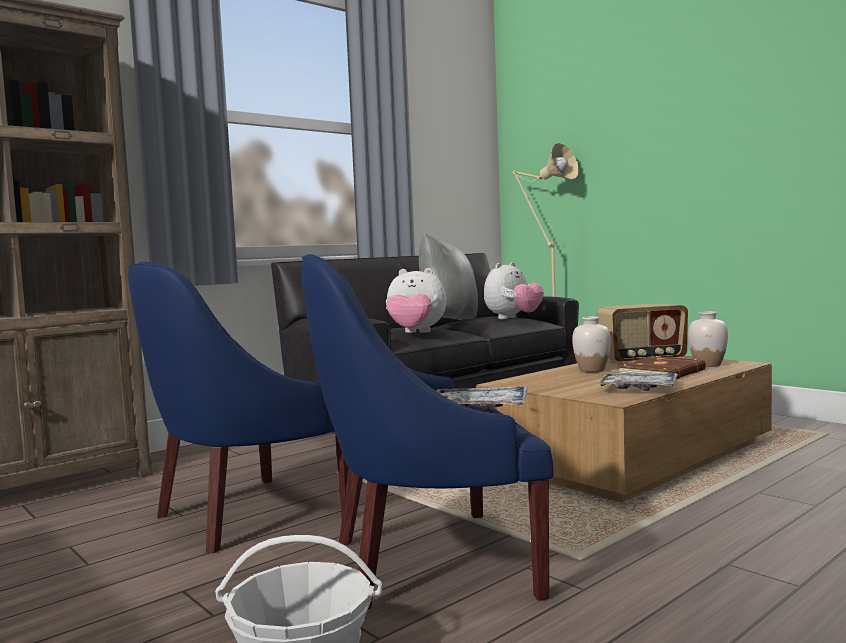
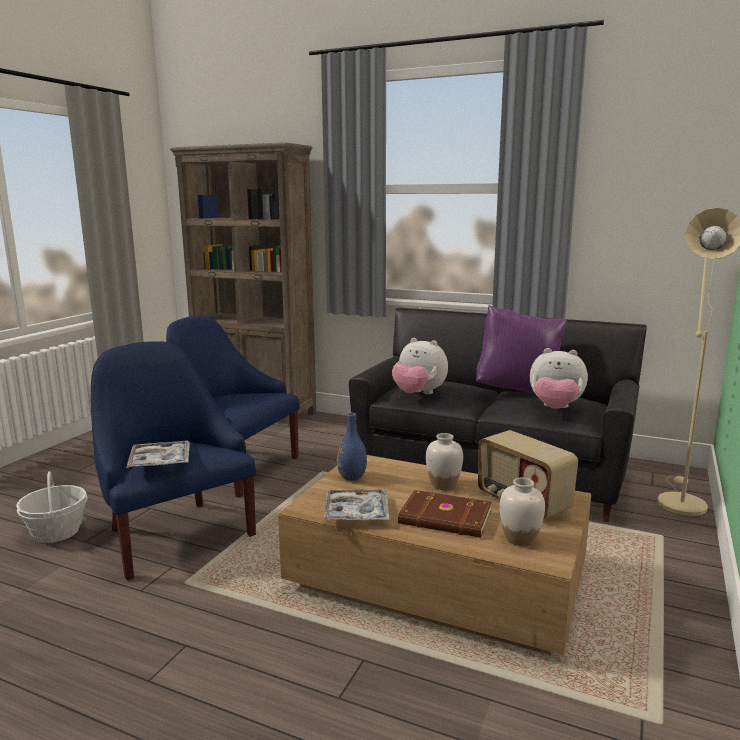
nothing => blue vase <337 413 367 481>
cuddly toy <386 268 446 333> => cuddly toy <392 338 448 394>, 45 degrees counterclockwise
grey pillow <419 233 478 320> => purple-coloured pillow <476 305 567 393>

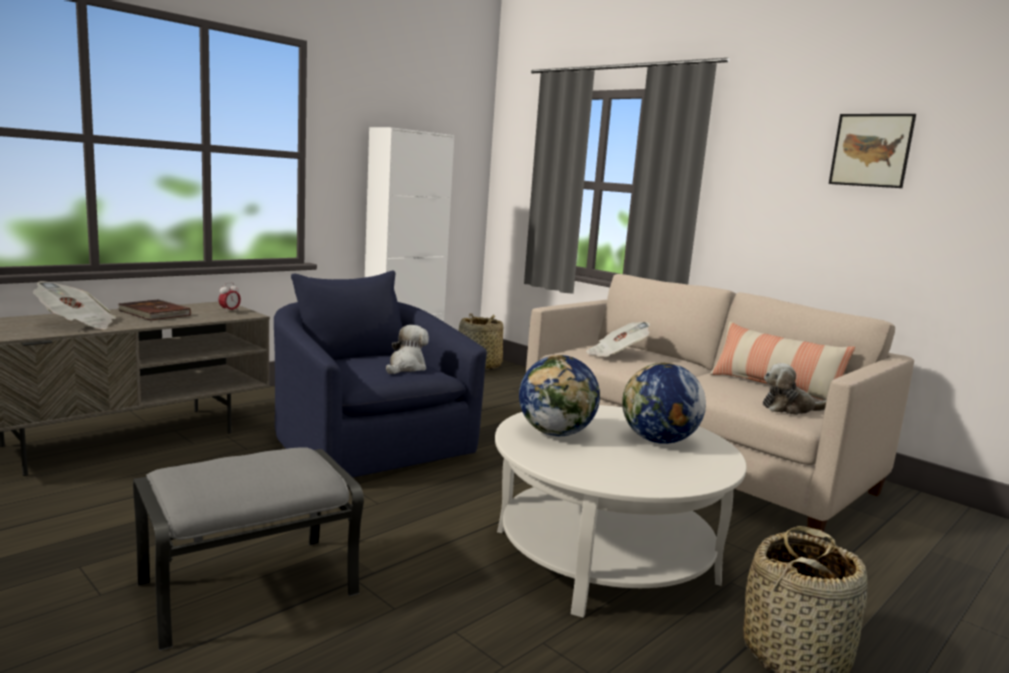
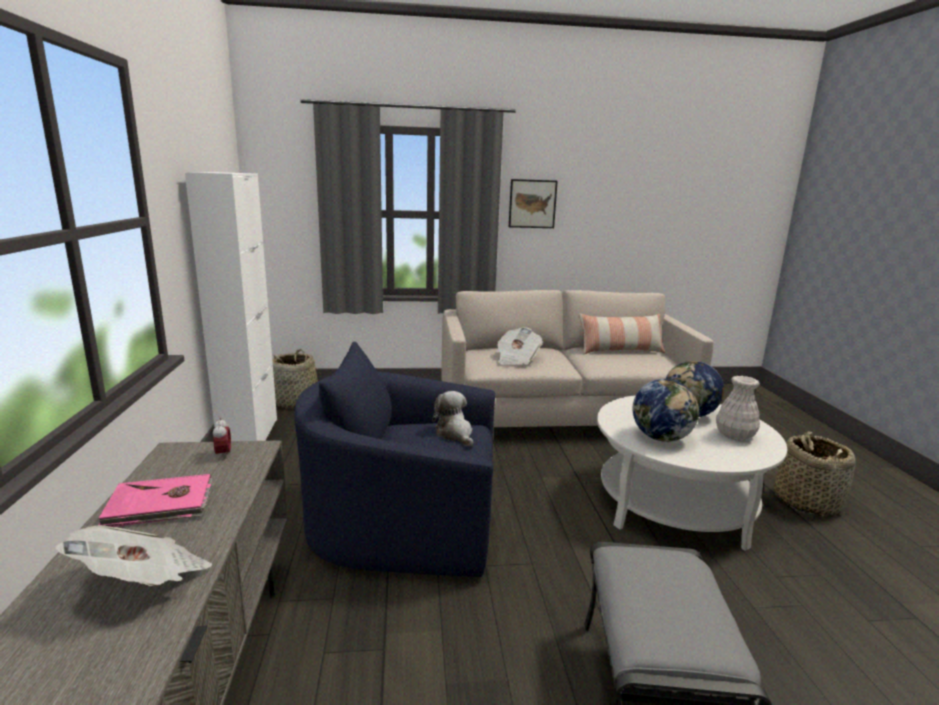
brownish bound book <118 299 191 320> => pink bound book <99 474 214 527>
wall picture <829 114 916 188> => wall picture <509 179 558 228>, moved
nothing => whitish vase <716 376 760 441>
cuddly toy <763 363 827 415> => nothing

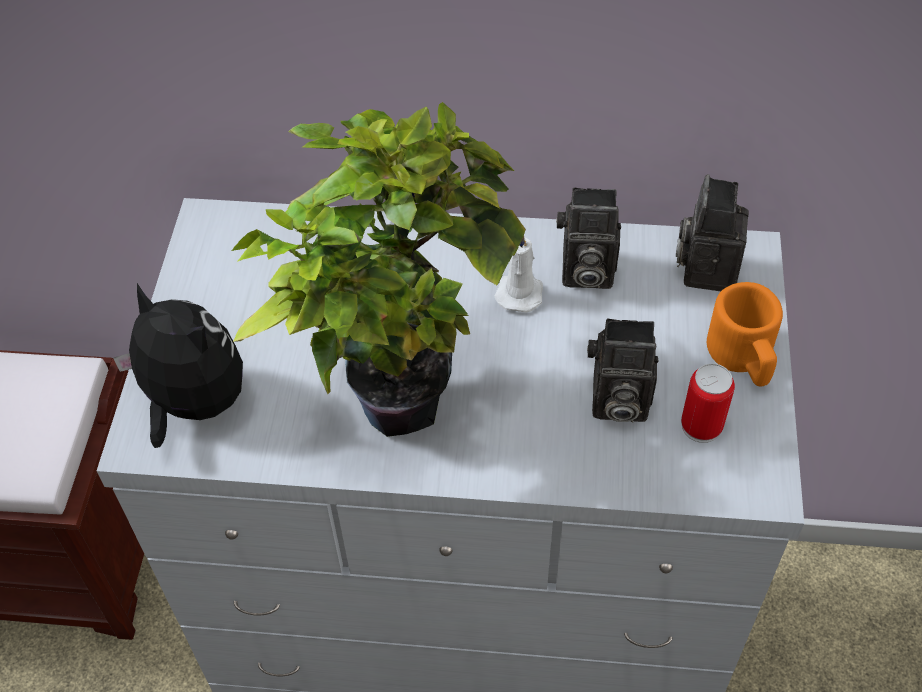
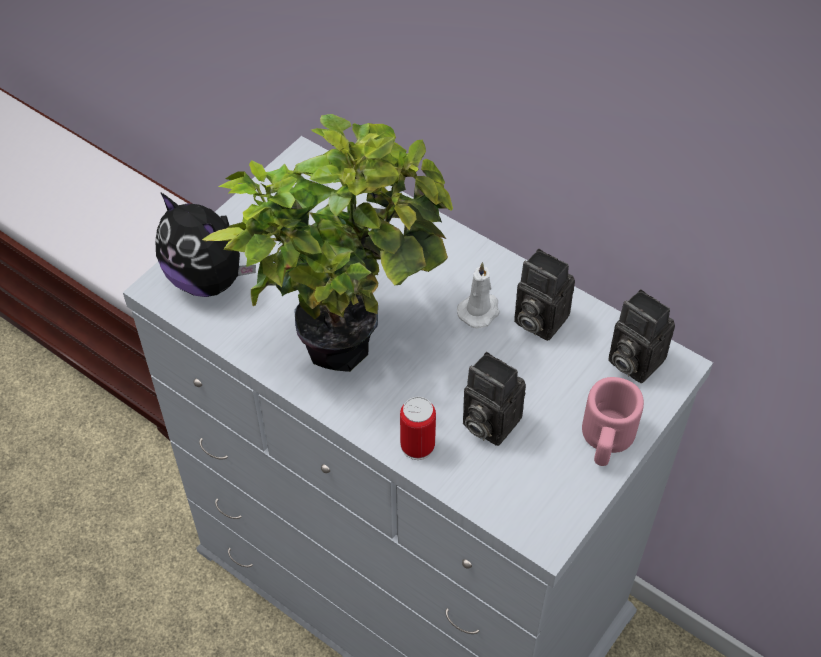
cuddly toy <113 283 243 448> => cuddly toy <155 192 256 297>, 150 degrees clockwise
sealed can <681 363 735 443> => sealed can <400 397 436 460>, moved
orange tea mug <707 282 783 387> => pink tea mug <582 377 644 466>
photo camera <676 174 749 291> => photo camera <608 289 675 383>, 90 degrees counterclockwise

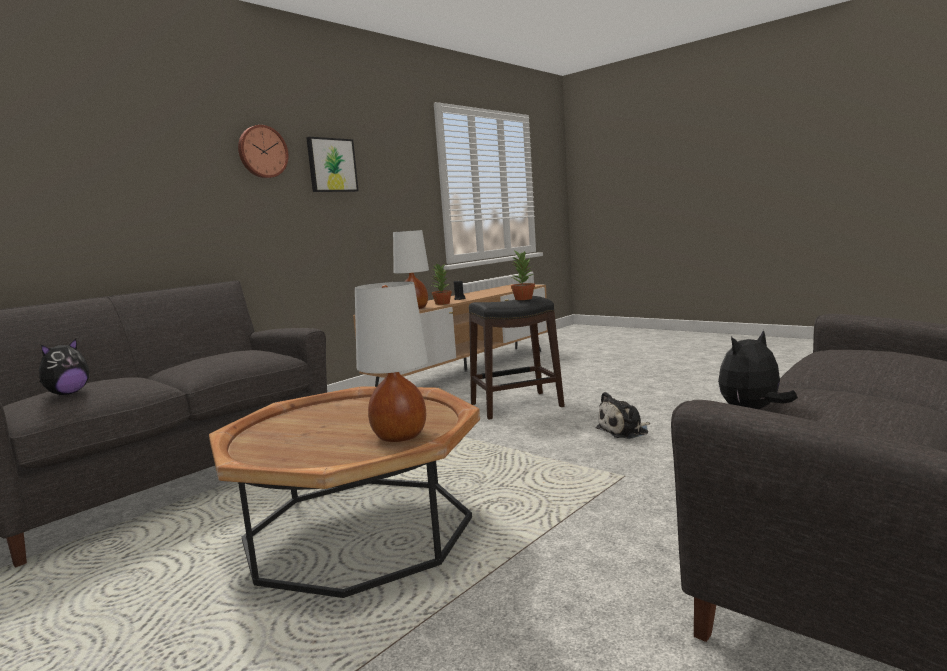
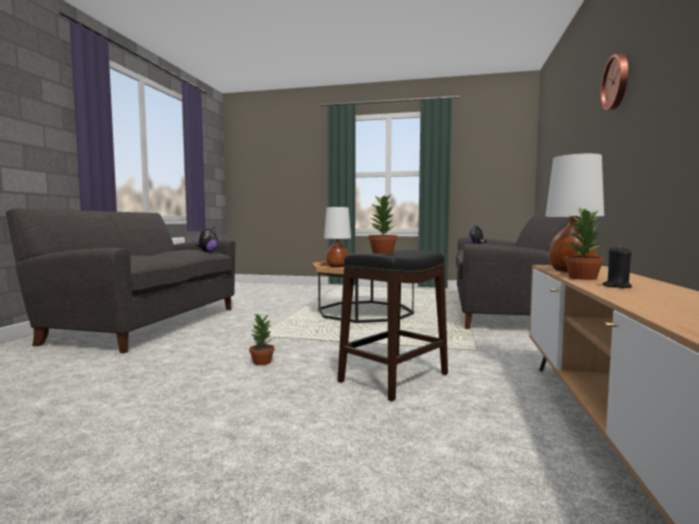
cuddly toy <596 392 650 439> => plant in a pot <249 313 275 365>
wall picture <306 137 359 192> => nothing

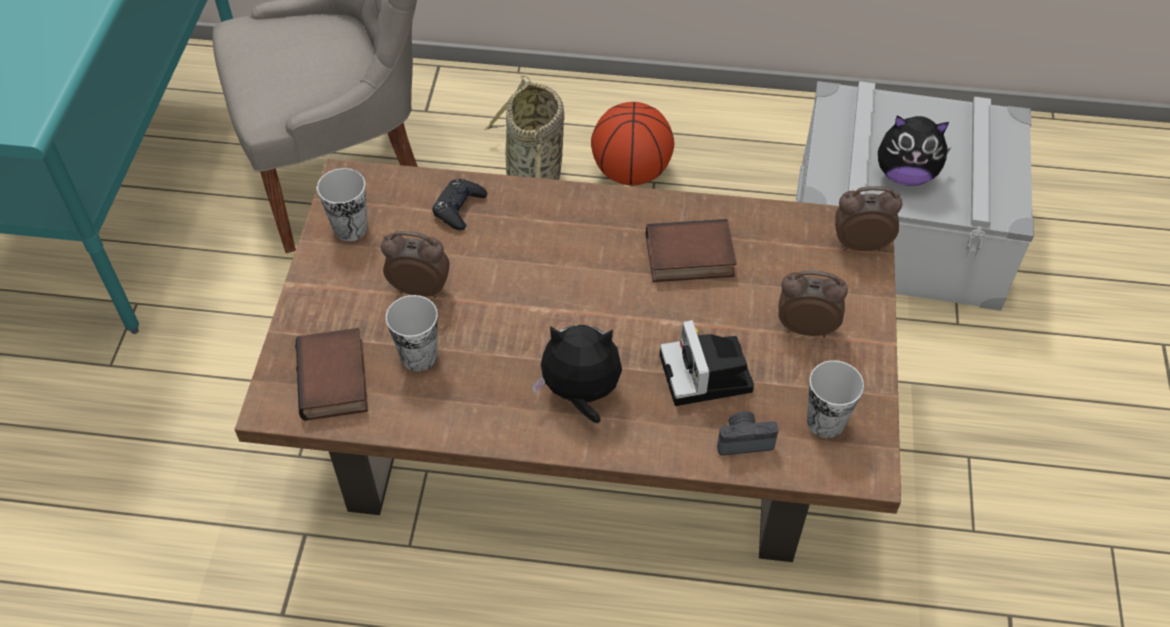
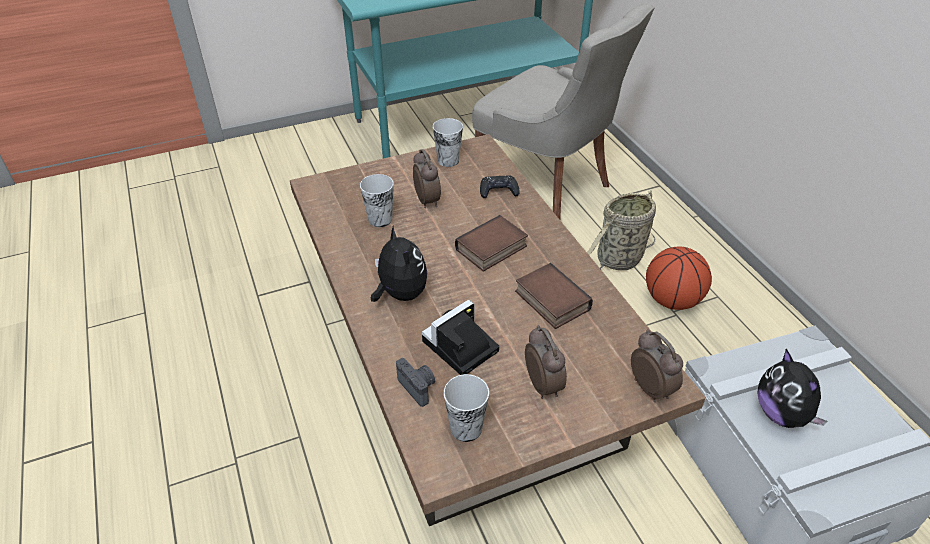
bound book <295 328 368 421> => bound book <455 215 528 271>, moved

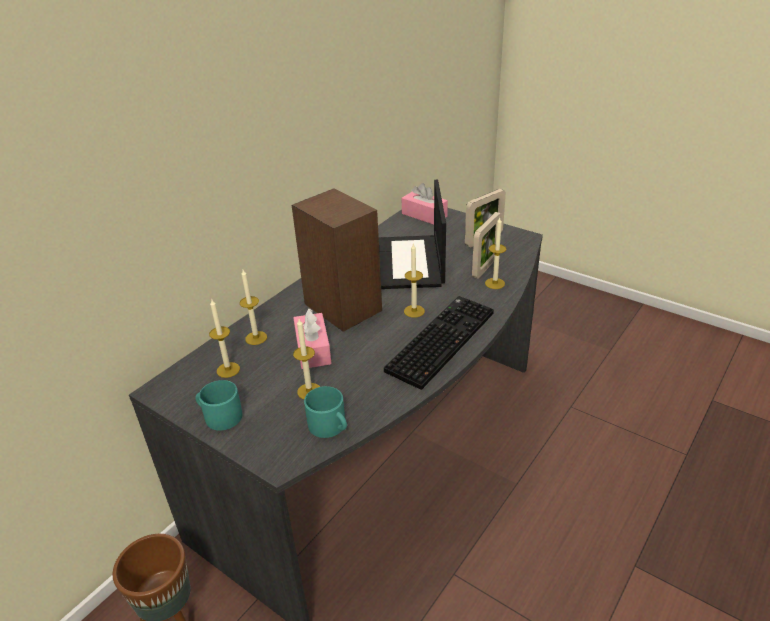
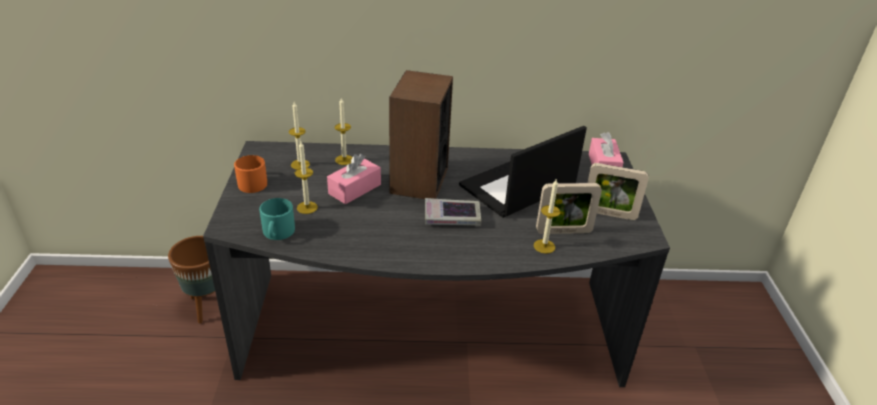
turquoise-coloured tea mug <195 380 242 431> => orange tea mug <234 155 267 193>
candle <404 244 425 318> => bound book <425 198 481 226>
keyboard <384 296 494 390> => nothing

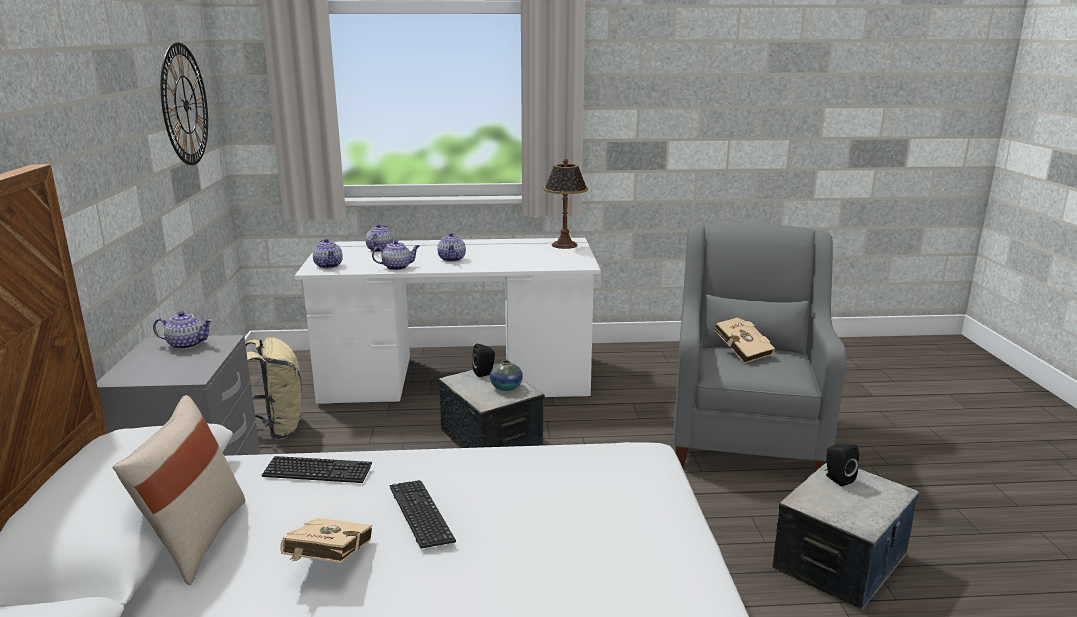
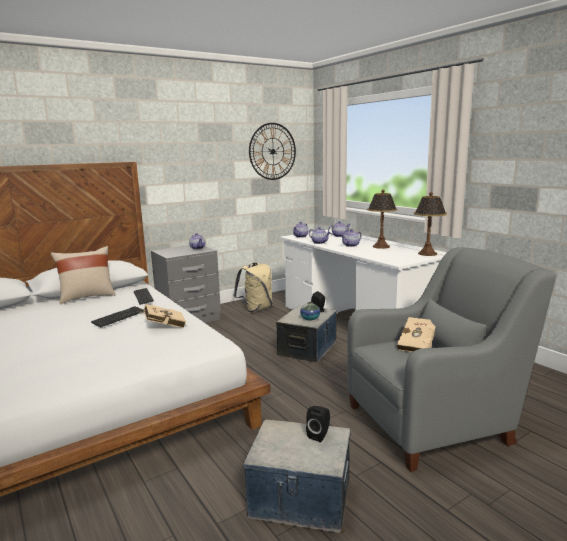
sand-coloured bound book <280 518 372 563> => sand-coloured bound book <139 304 186 328>, moved
nothing => tabletop lamp <367 190 397 249>

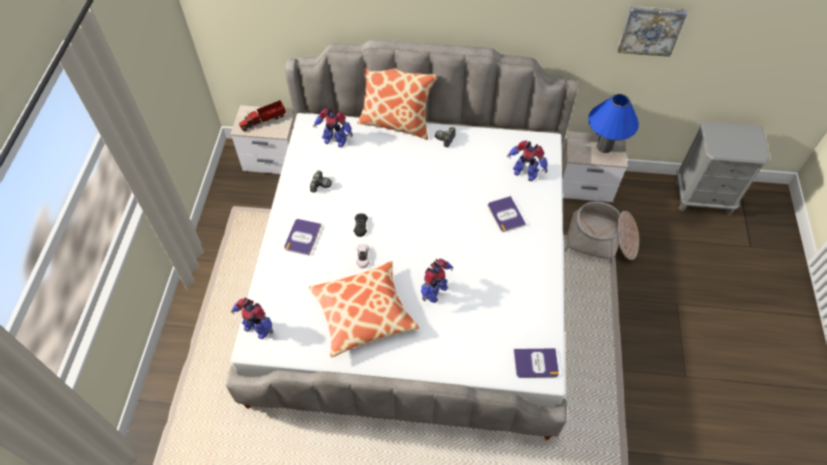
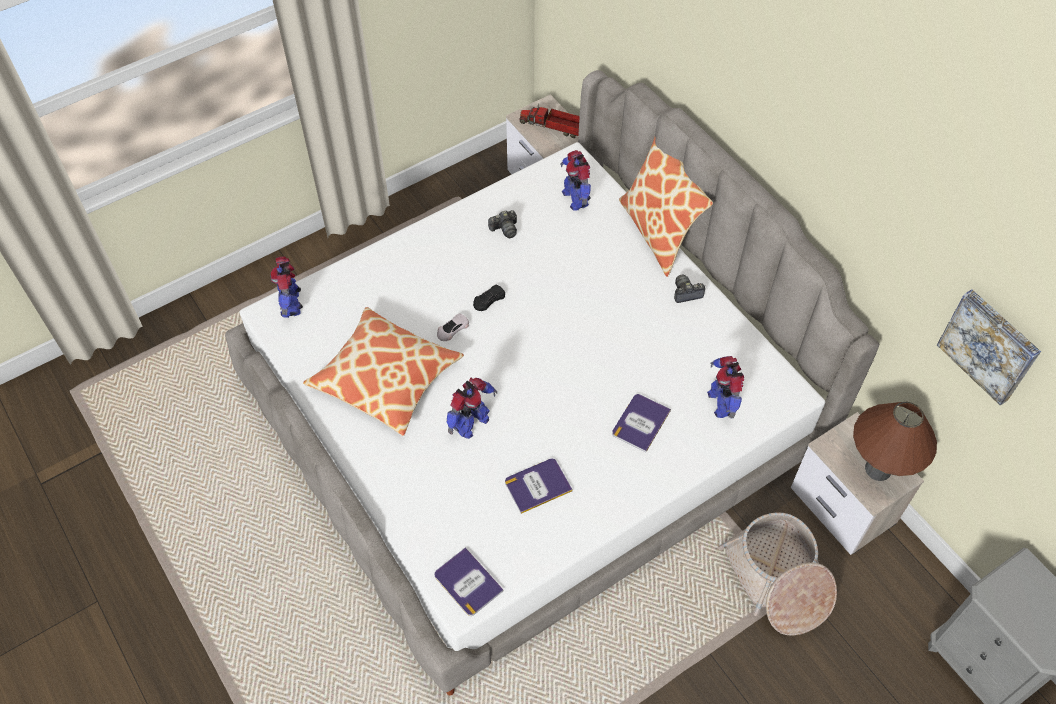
model robot <421 259 453 303> => model robot <446 378 498 439>, 45 degrees counterclockwise
bound book <284 219 321 256> => bound book <505 458 573 514>, moved
blue tabletop lamp <588 94 639 153> => brownish tabletop lamp <853 402 937 481>

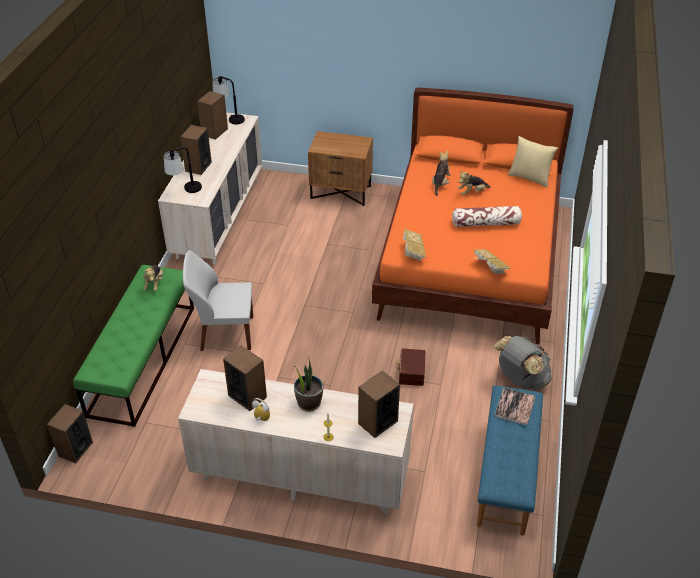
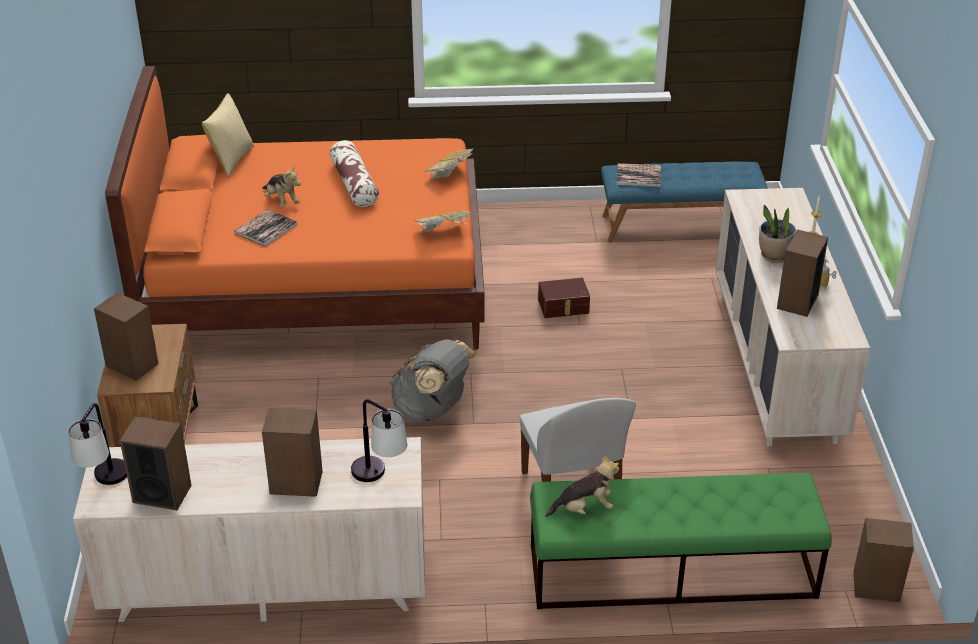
speaker <358 370 400 438> => speaker <94 292 158 381>, moved
cuddly toy <432 150 451 196> => bound book <234 209 298 247>
grey backpack <494 336 552 390> => grey backpack <390 339 476 423>, moved

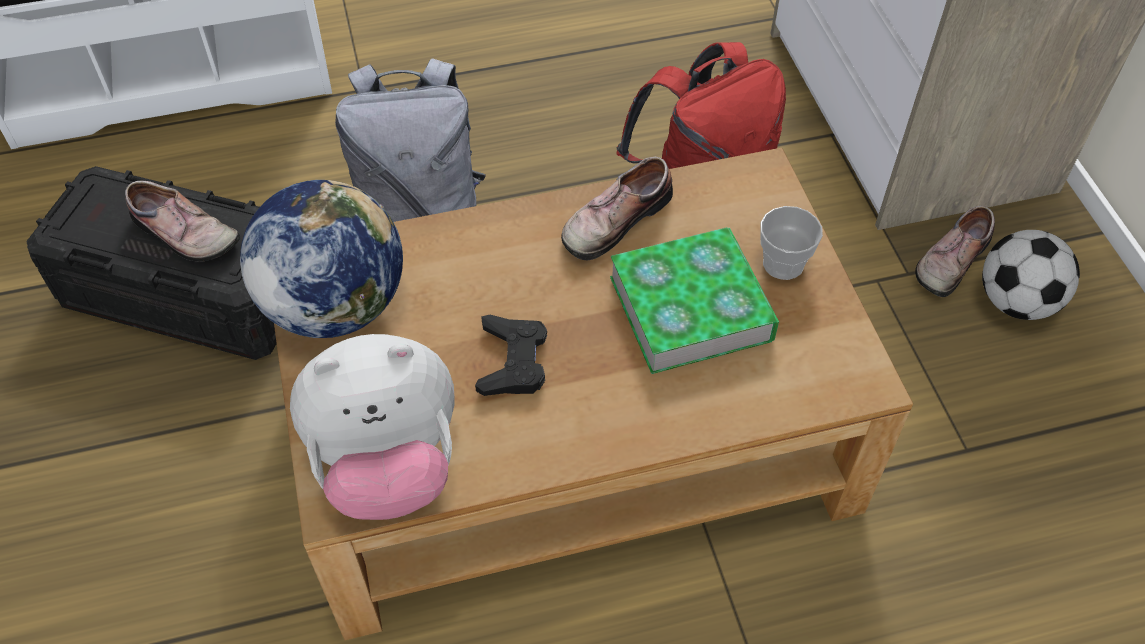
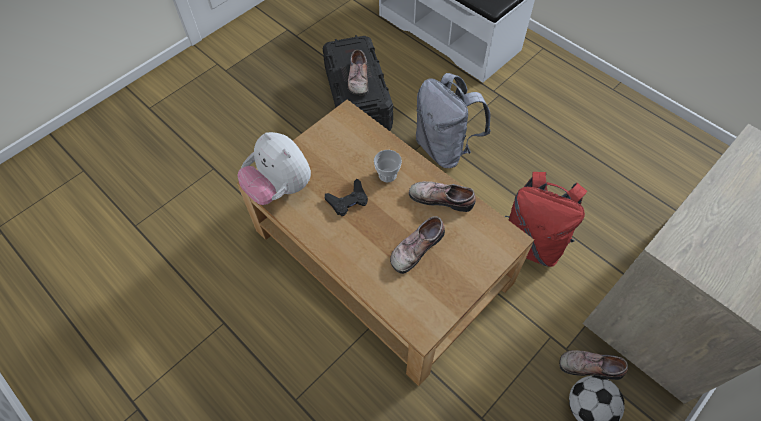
small cup <760 206 823 280> => small cup <374 150 402 182>, moved
bound book <610 227 779 374> => item of footwear <390 216 445 274>
globe <240 180 403 338> => nothing

